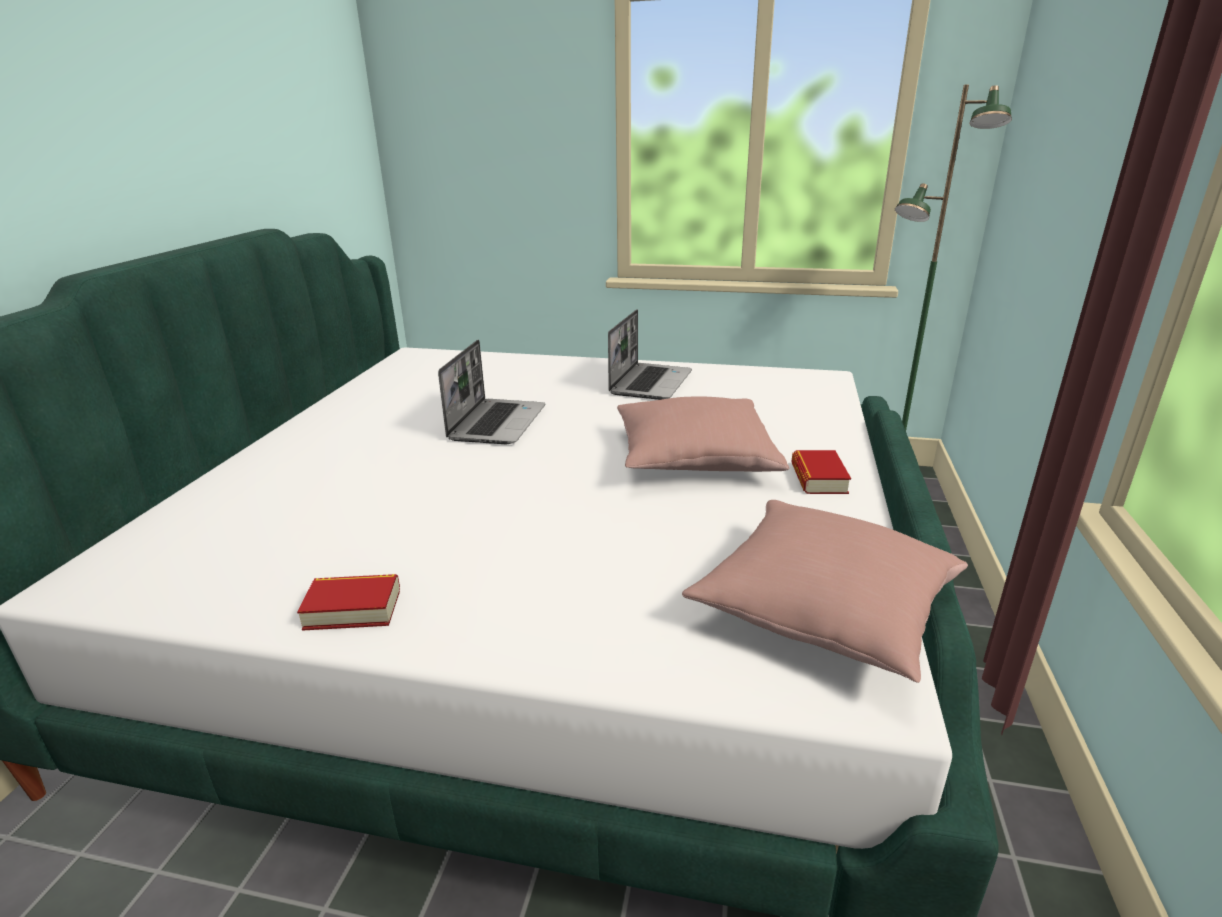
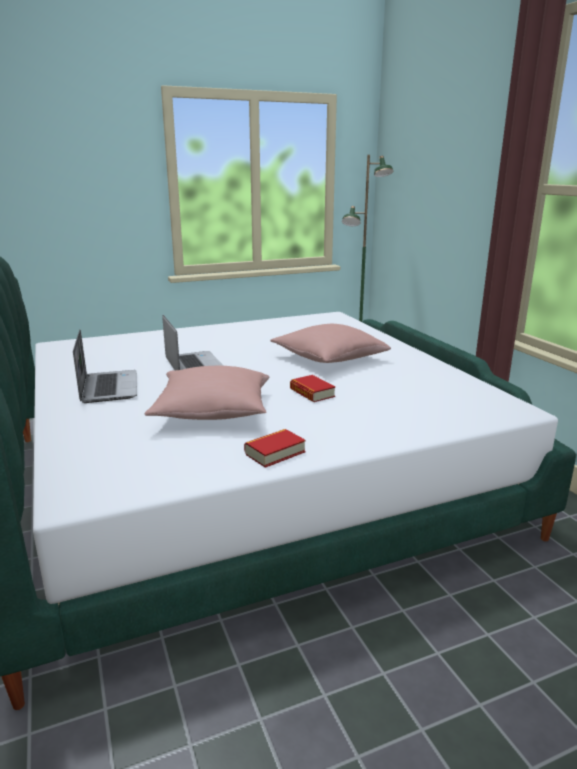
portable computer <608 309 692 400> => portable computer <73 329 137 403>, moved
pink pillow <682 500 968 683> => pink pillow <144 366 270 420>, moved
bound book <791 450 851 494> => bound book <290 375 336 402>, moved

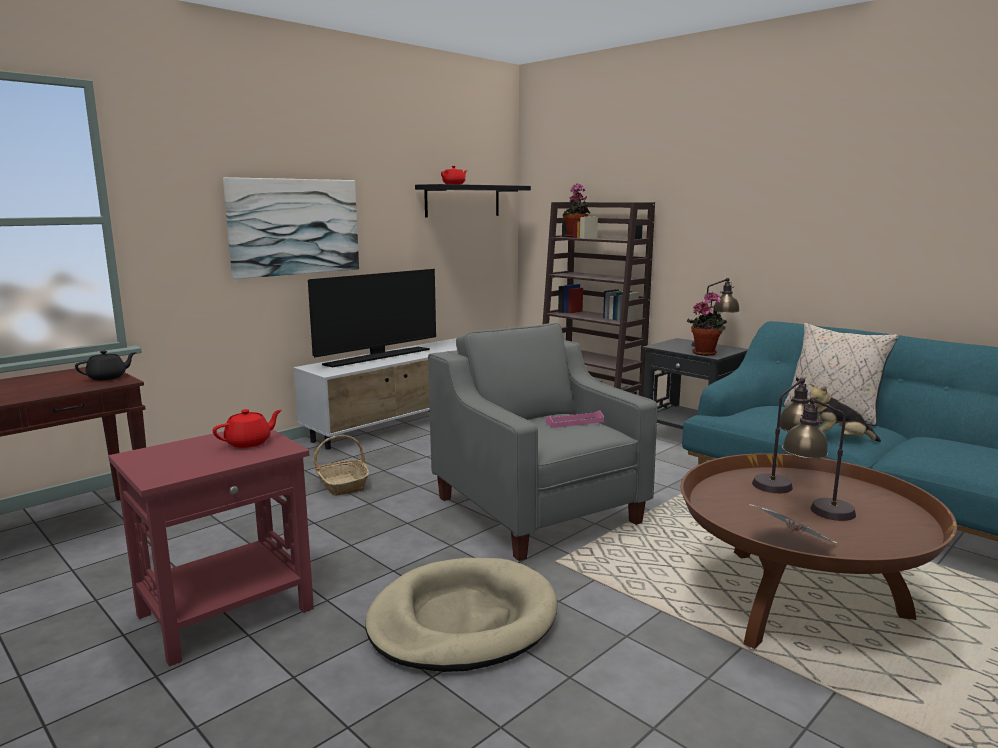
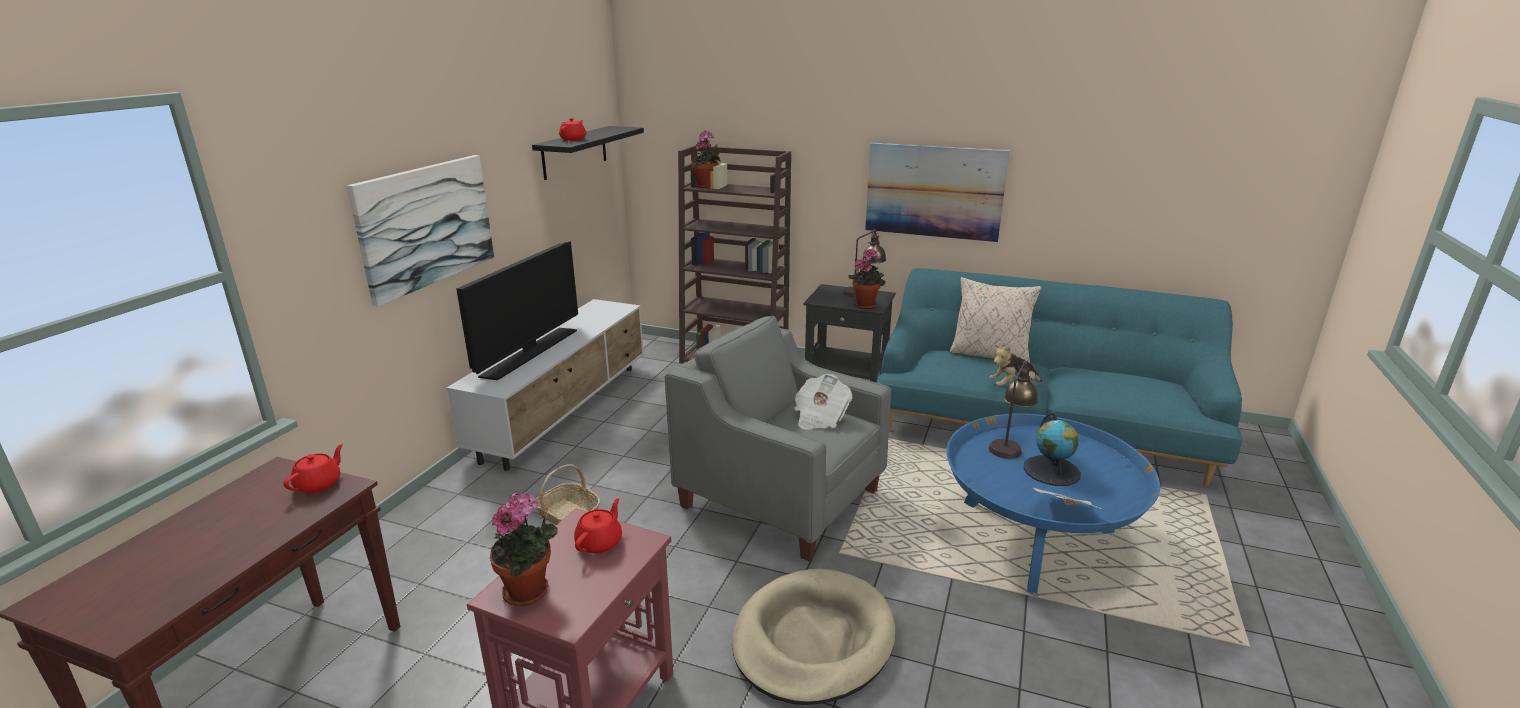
black-coloured tea pot <75 350 136 380> => red tea pot <284 444 343 493>
nothing => plant in a pot <490 492 558 606>
pink tray <546 410 604 428> => daily paper <794 374 852 430>
nothing => wall picture <865 143 1010 242>
brownish lounge table <681 453 957 649> => blue lounge table <946 414 1160 594>
tabletop lamp <782 397 856 521> => globe <1023 412 1081 486>

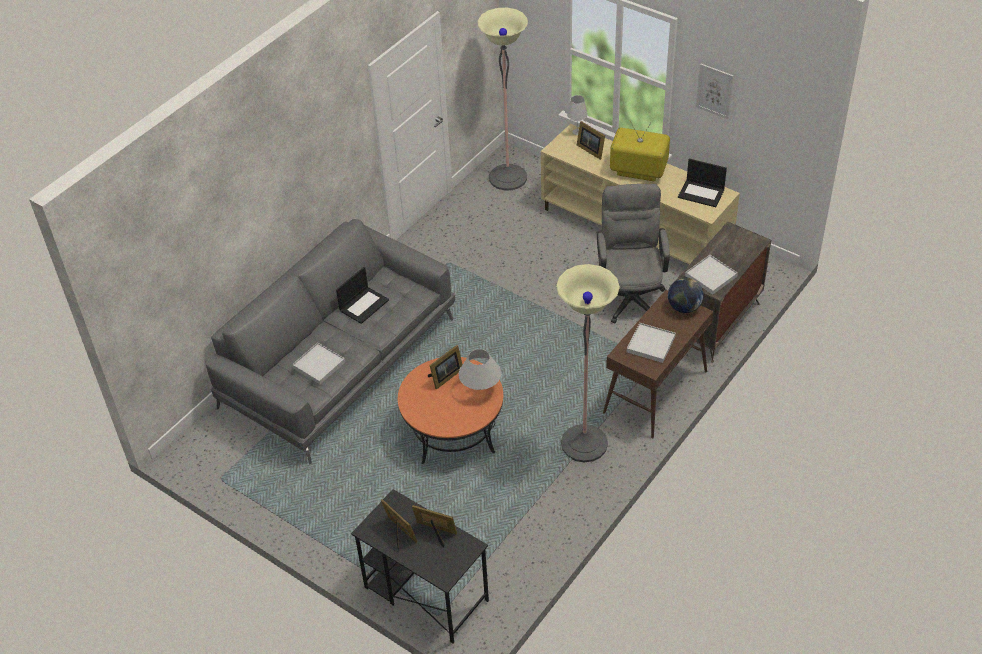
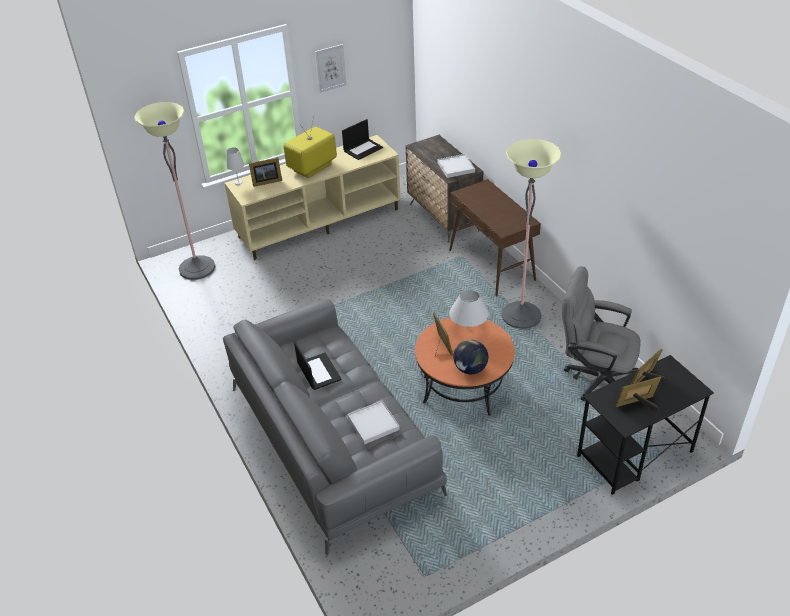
globe <668 278 704 313> => globe <453 340 488 374>, moved
grey office chair <597 184 670 324> => grey office chair <562 266 641 401>, moved
whitish tray <627 323 676 363> => nothing

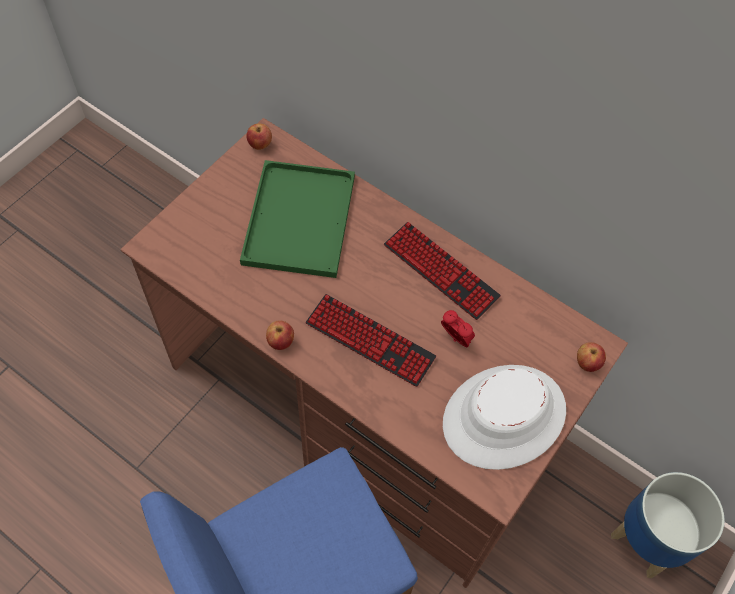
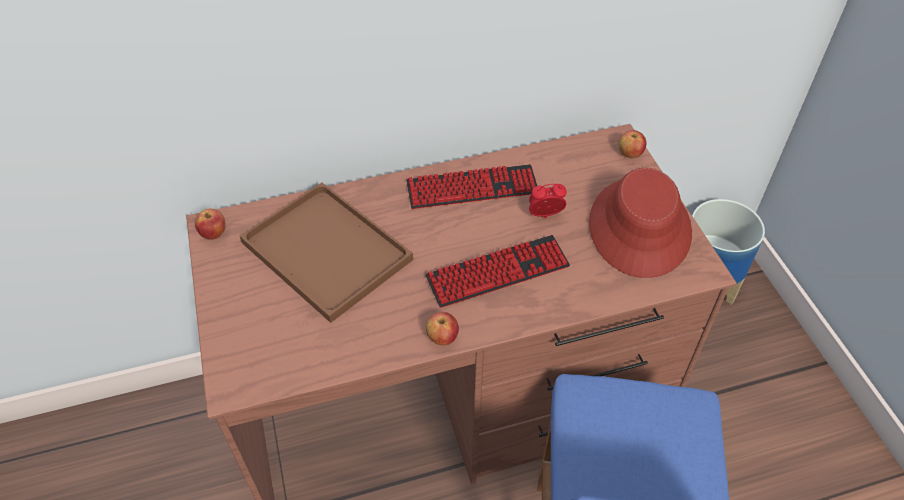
greenish tray <240 160 355 278> => brownish tray <240 182 413 323>
whitish clothing hat <443 365 566 470> => red clothing hat <589 168 692 278>

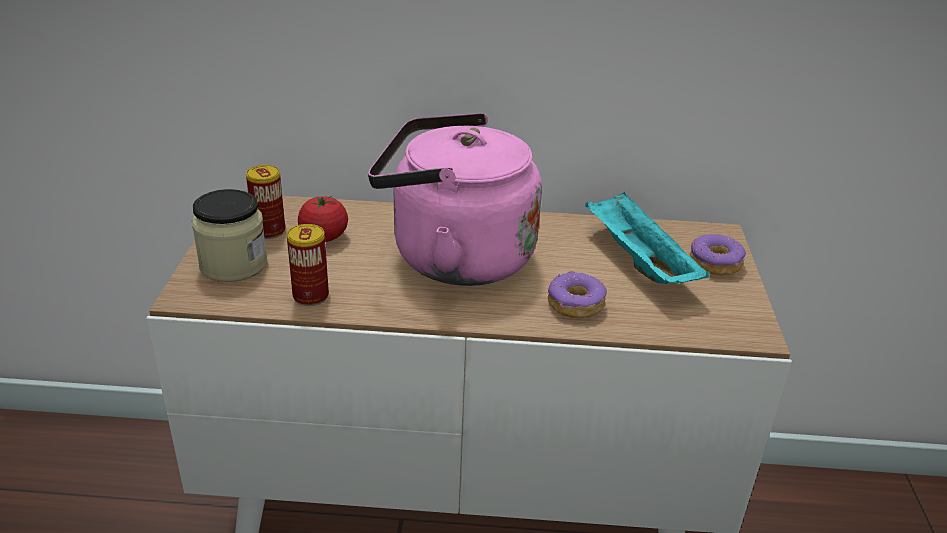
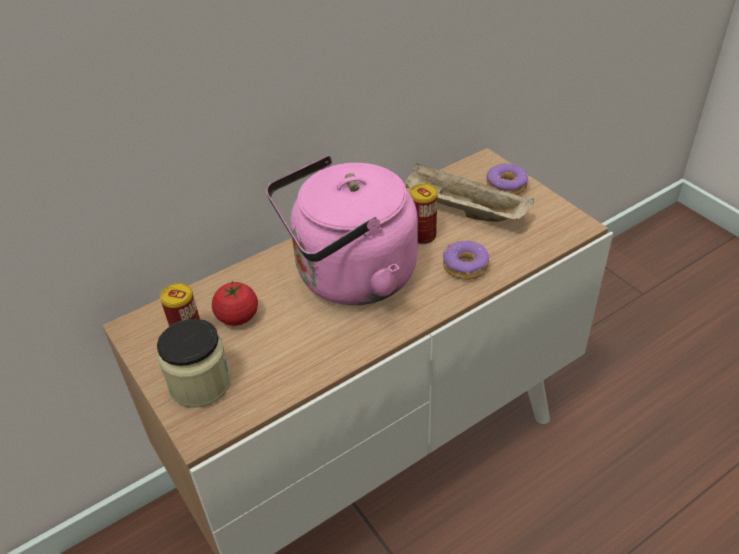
turquoise-coloured tray <585 191 710 284> => sand-coloured tray <405 163 534 222>
sealed can <287 224 329 306> => sealed can <409 184 437 244>, moved

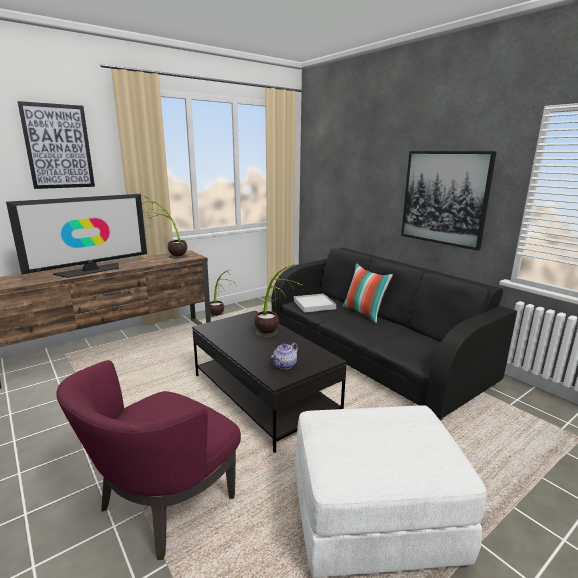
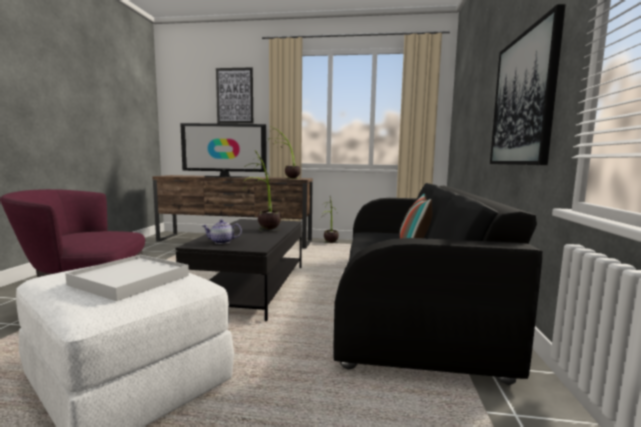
whitish tray <294 293 336 313> => whitish tray <65 255 189 301>, moved

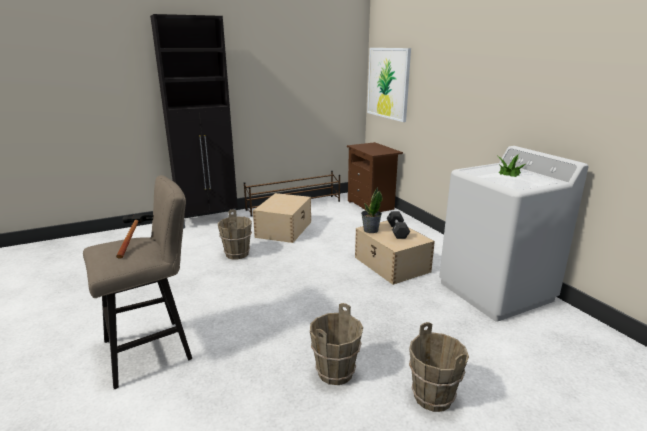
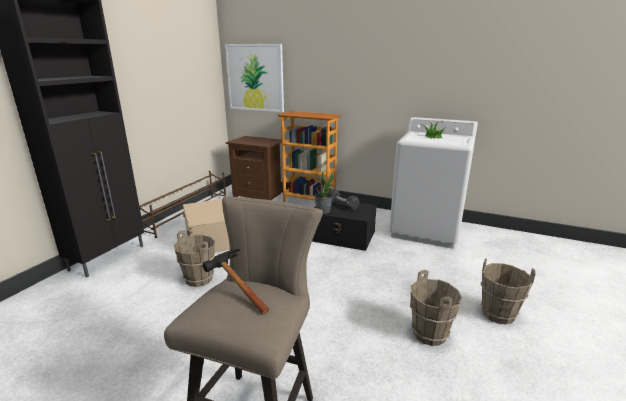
nothing => shelving unit <277 111 341 202>
sand-coloured storage bin <355 220 435 285> => black-coloured storage bin <312 200 377 251>

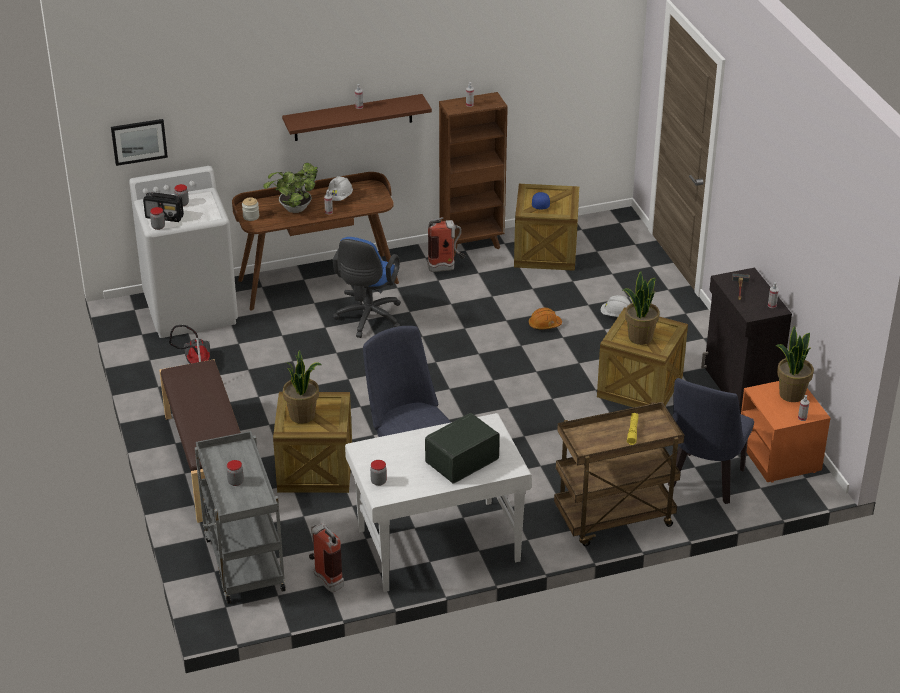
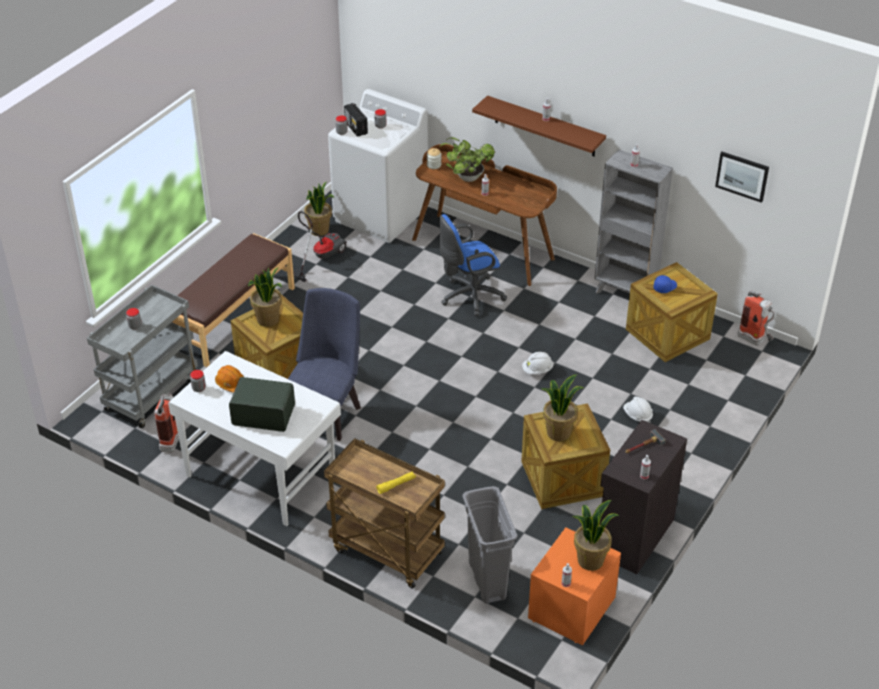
orange safety helmet <529 308 562 329> => orange safety helmet <215 365 244 393>, moved
nothing => plant in a pot <304 182 334 236>
blue plain chair <668 378 754 504> => grey waste bin <463 486 518 604>
whitish safety helmet <326 176 353 201> => whitish safety helmet <522 352 553 374>, moved
brownish shelving unit <439 92 508 256> => grey shelving unit <594 149 673 294>
wall picture <111 119 168 166> => wall picture <715 152 769 203>, moved
fire-fighting cylinder <428 217 465 272> => fire-fighting cylinder <738 290 775 346>, moved

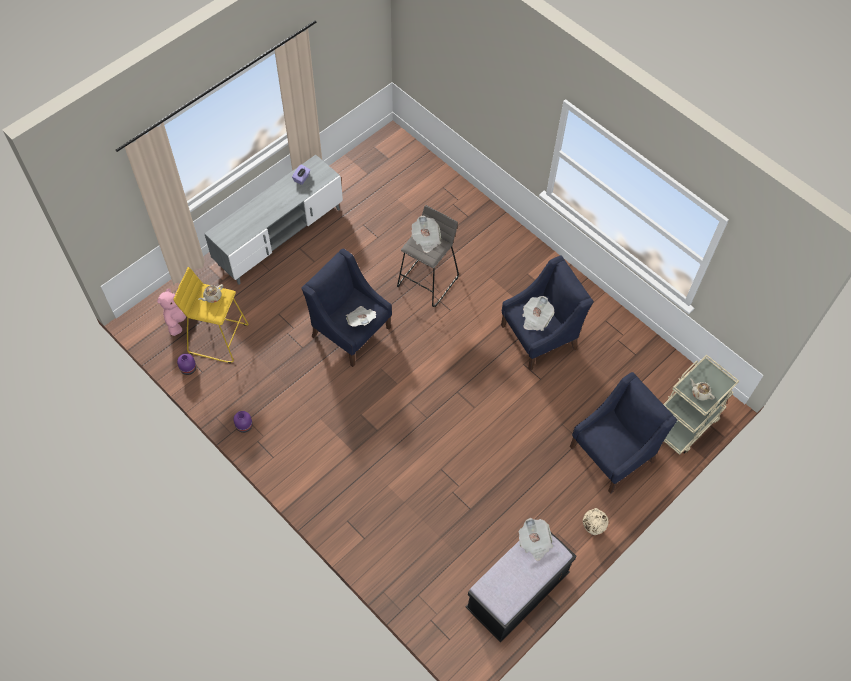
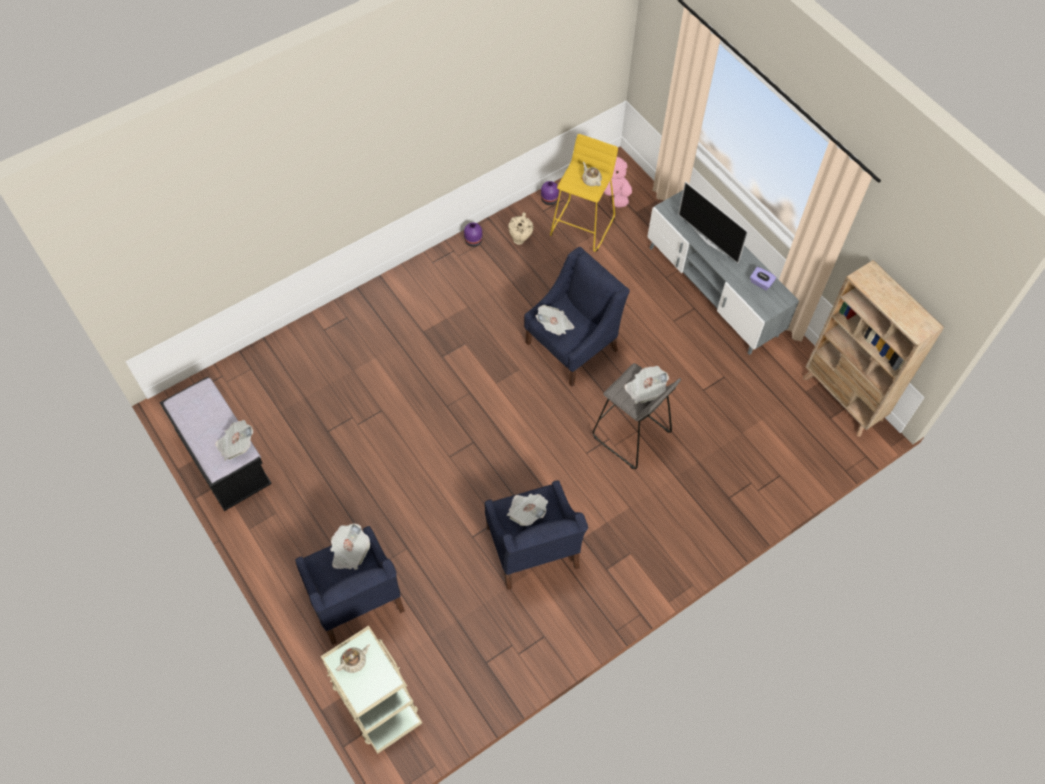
nothing => daily paper <330 523 370 570>
sand-coloured vase <583 508 608 535> => sand-coloured vase <508 212 534 245>, moved
nothing => TV set <678 181 748 264>
nothing => sand-coloured shelving unit <803 260 944 437>

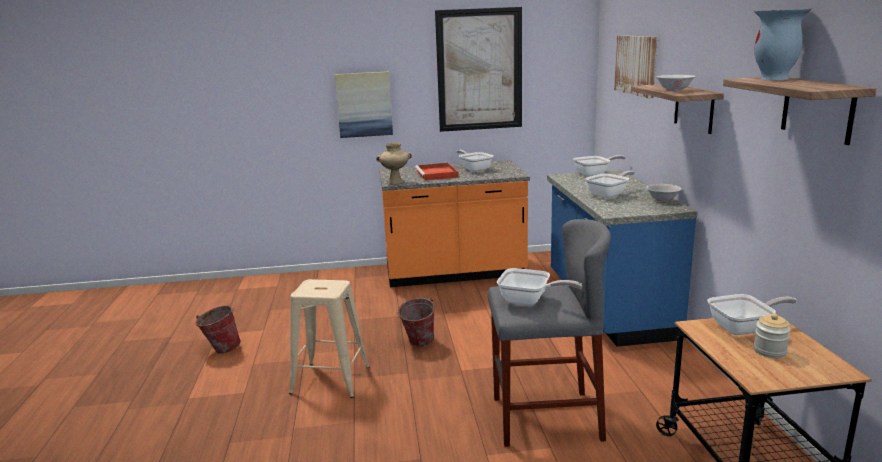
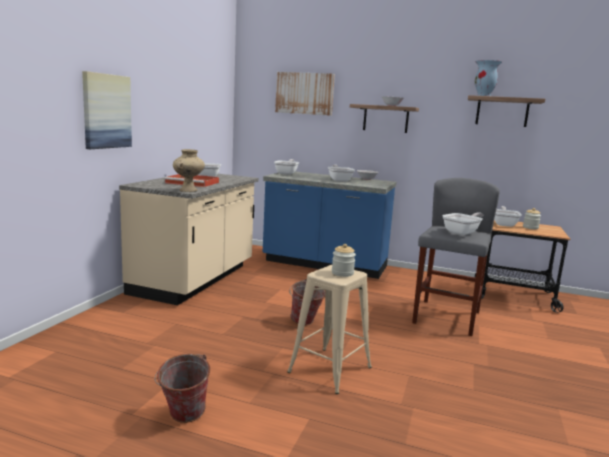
orange kitchen counter <379 160 530 287> => sand-coloured kitchen counter <119 174 259 305>
nothing => jar <332 244 356 277>
wall picture <435 7 522 132> => nothing

